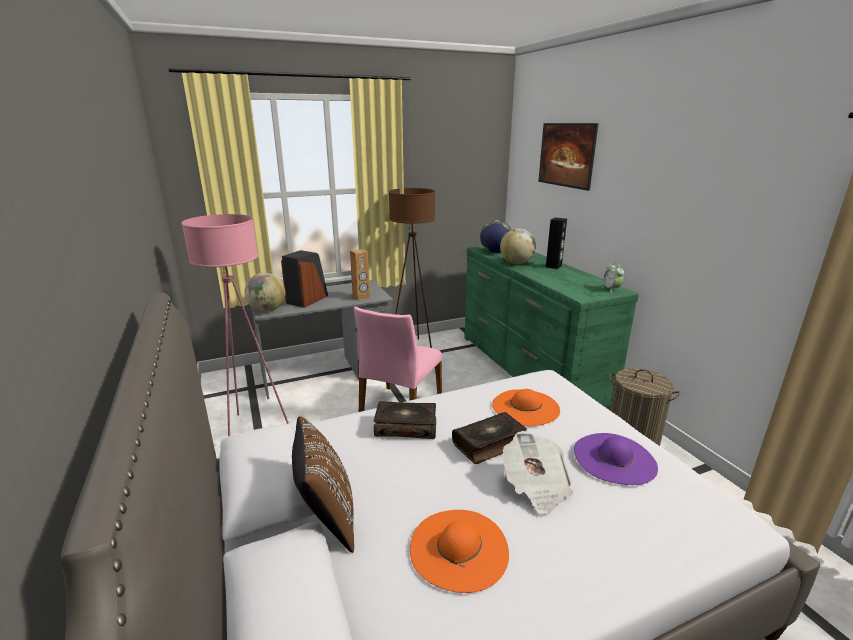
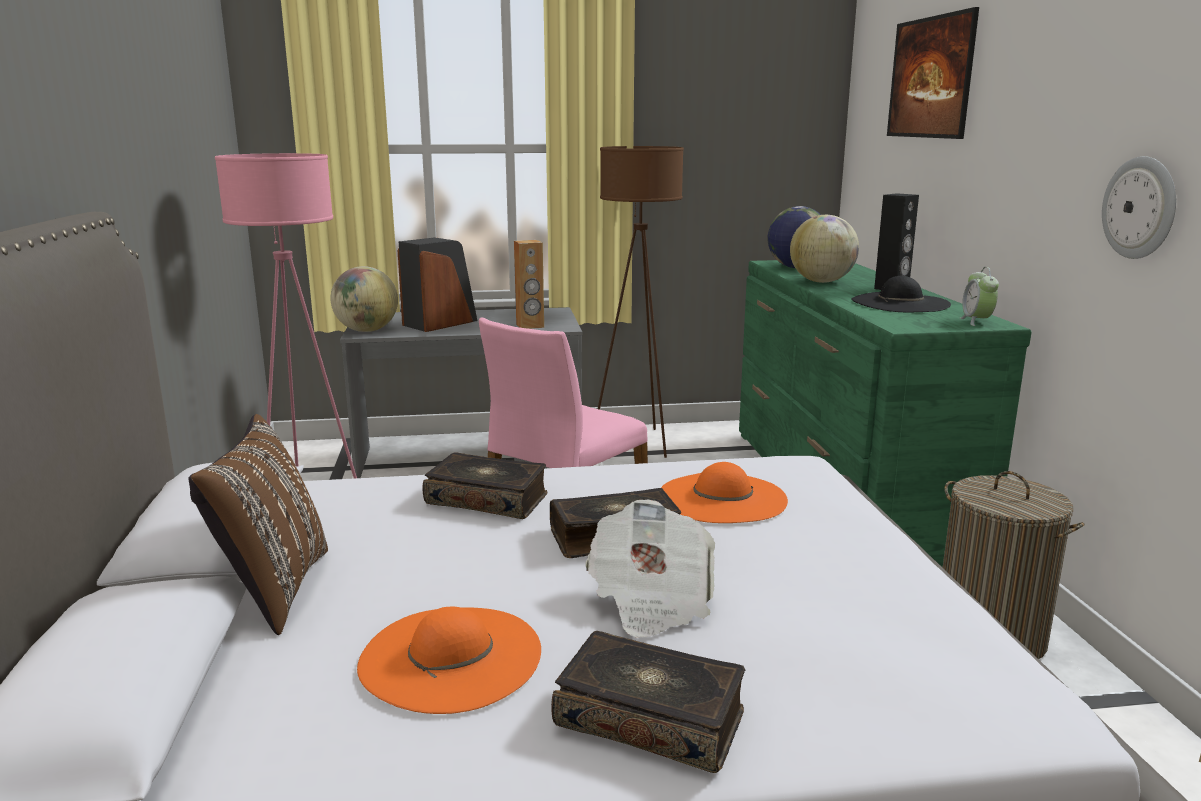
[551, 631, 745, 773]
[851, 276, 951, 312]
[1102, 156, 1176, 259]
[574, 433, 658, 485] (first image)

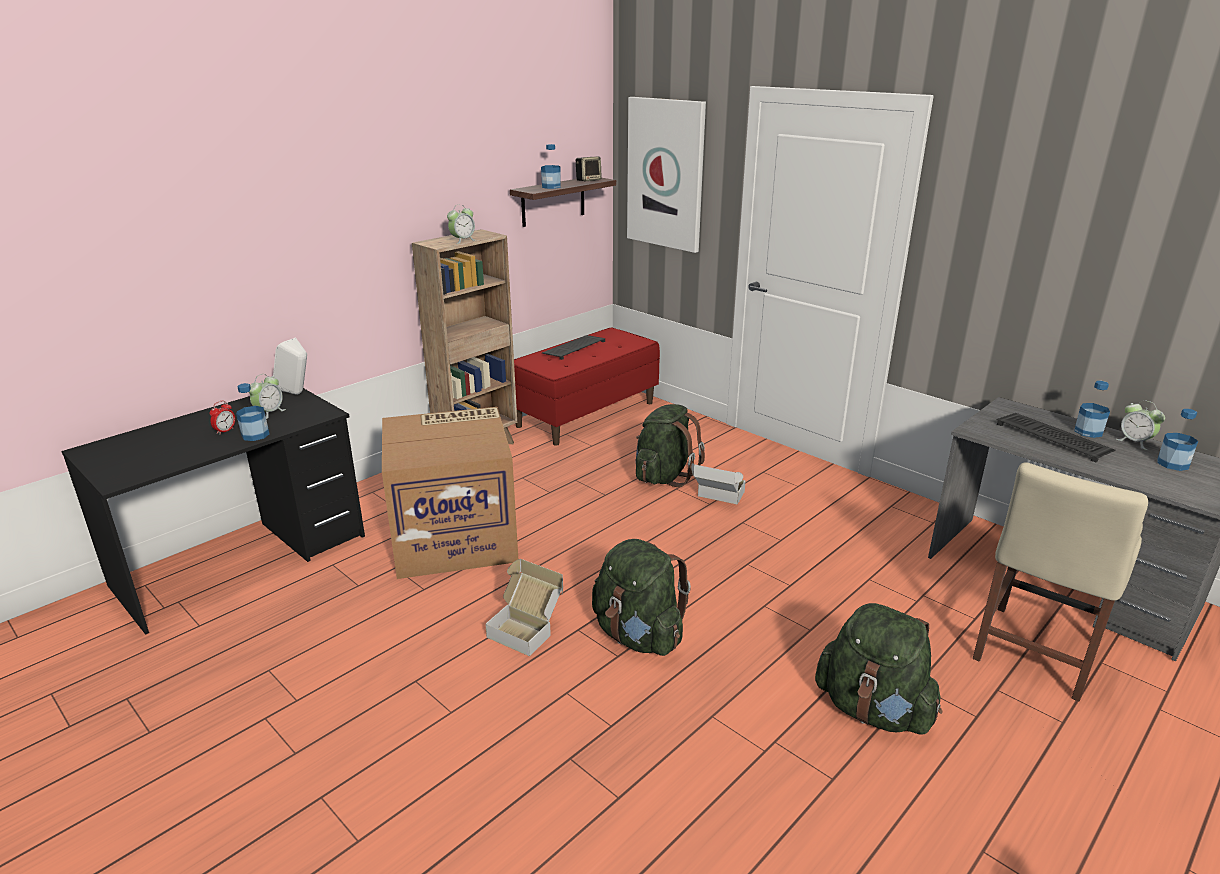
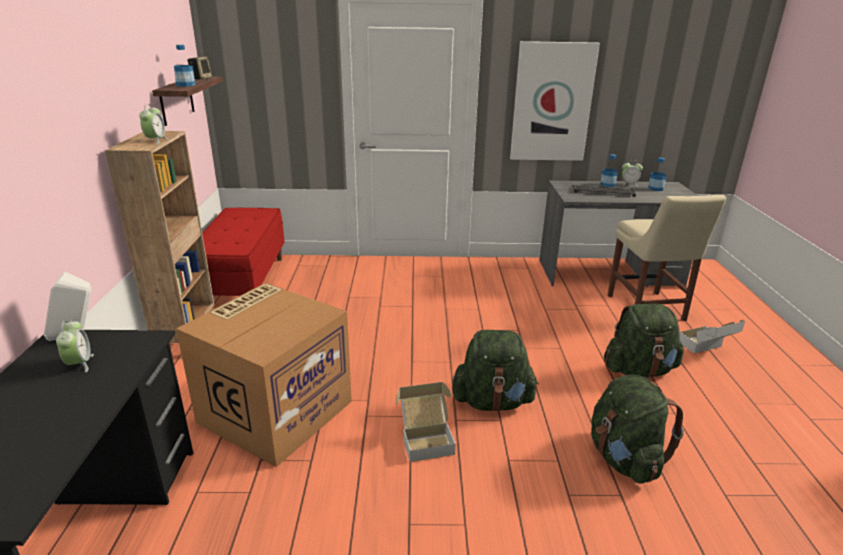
[510, 41, 600, 161]
[591, 375, 684, 484]
[679, 320, 745, 354]
[210, 401, 235, 434] (first image)
[236, 383, 270, 441] (first image)
[542, 335, 605, 360] (first image)

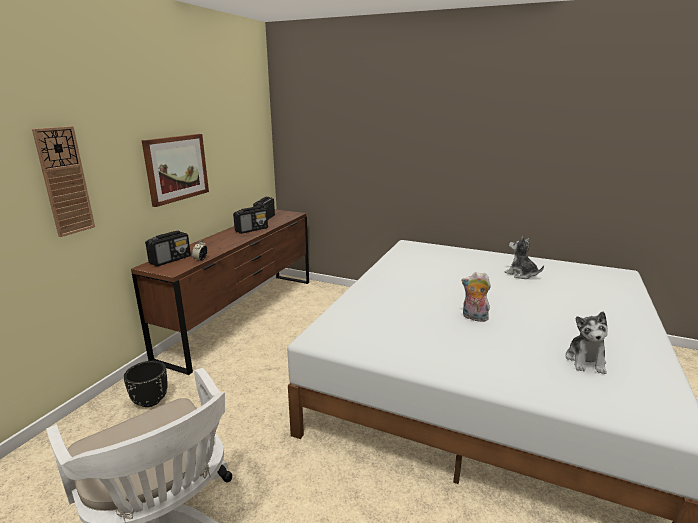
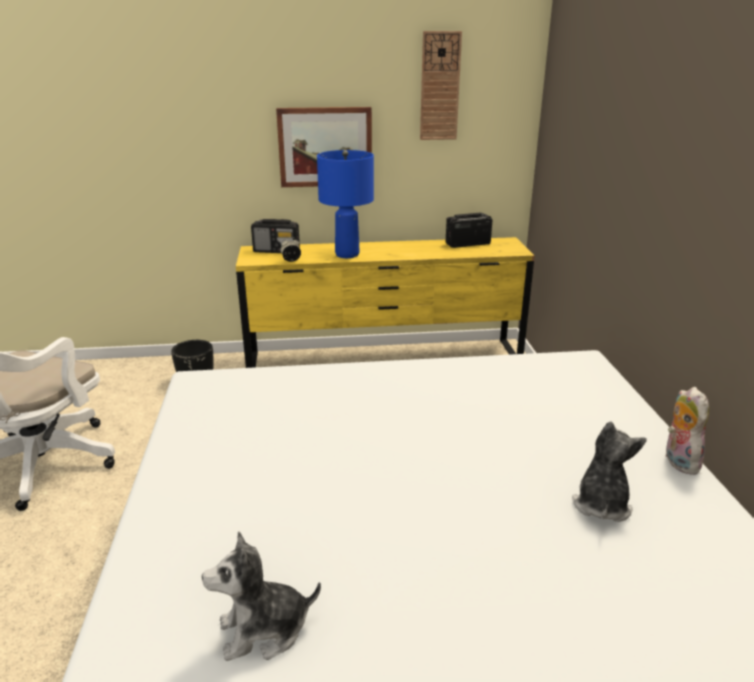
[236, 237, 535, 368]
[317, 150, 374, 258]
[420, 31, 462, 140]
[666, 387, 709, 475]
[233, 206, 268, 234] (first image)

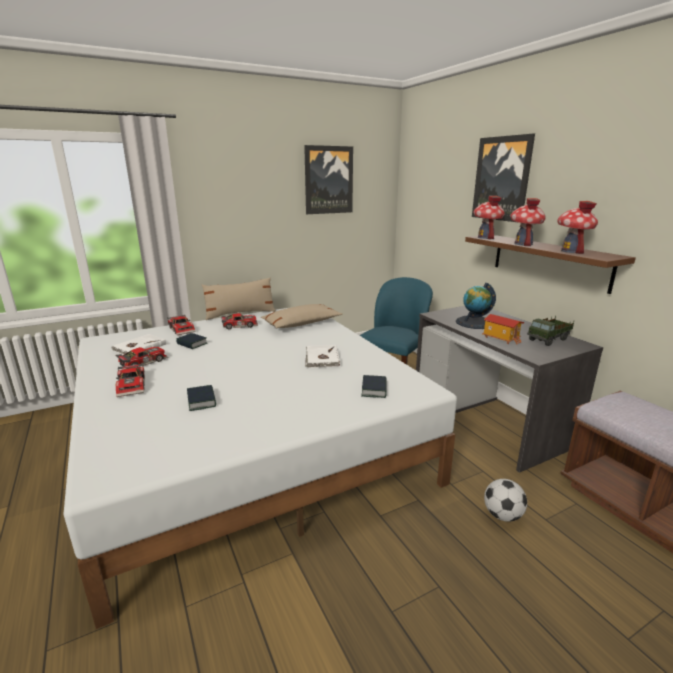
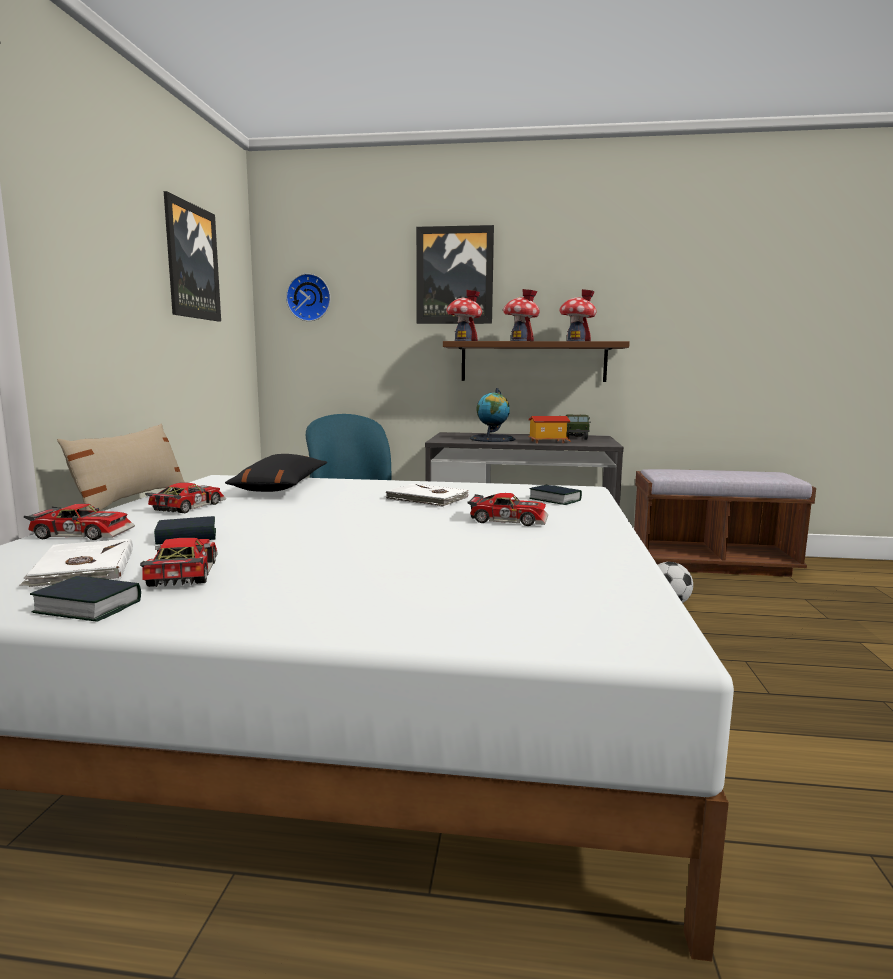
[30, 576, 141, 622]
[225, 454, 327, 492]
[286, 273, 331, 321]
[467, 493, 548, 526]

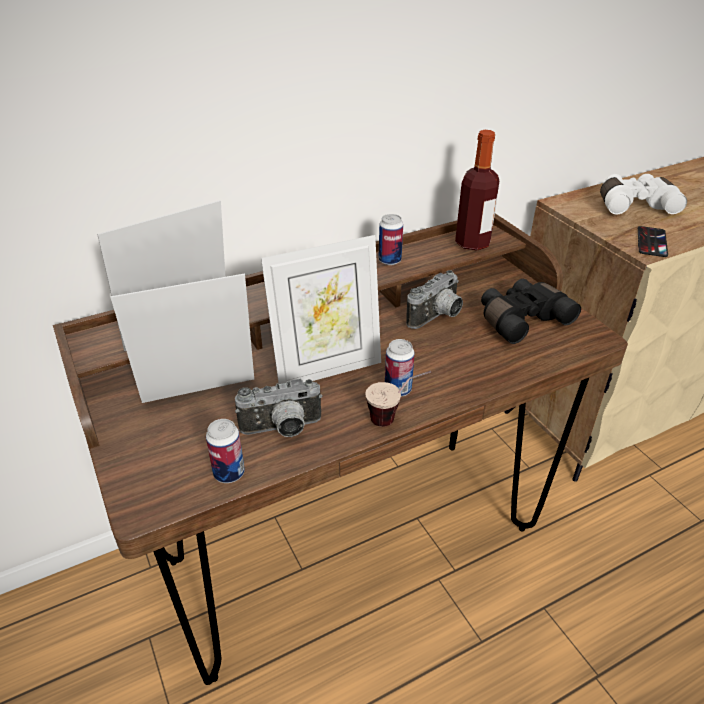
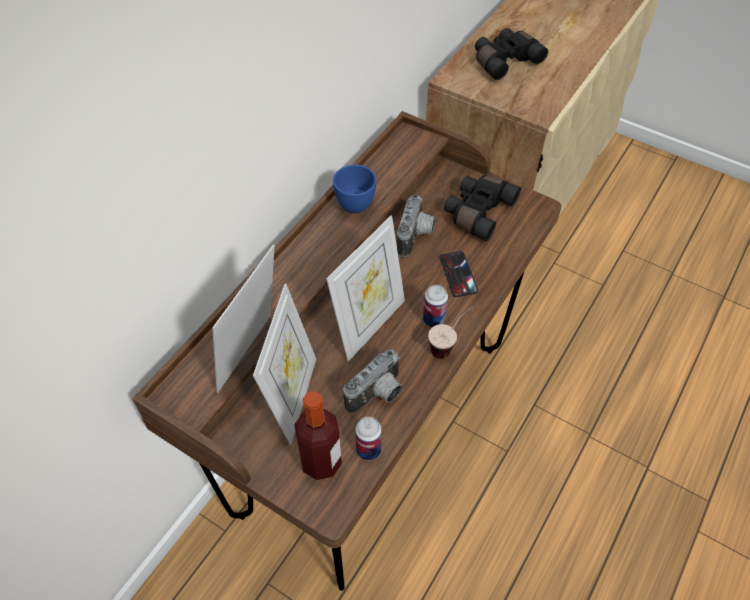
[253, 283, 316, 445]
[294, 391, 342, 480]
[333, 165, 376, 213]
[440, 251, 478, 297]
[475, 28, 548, 80]

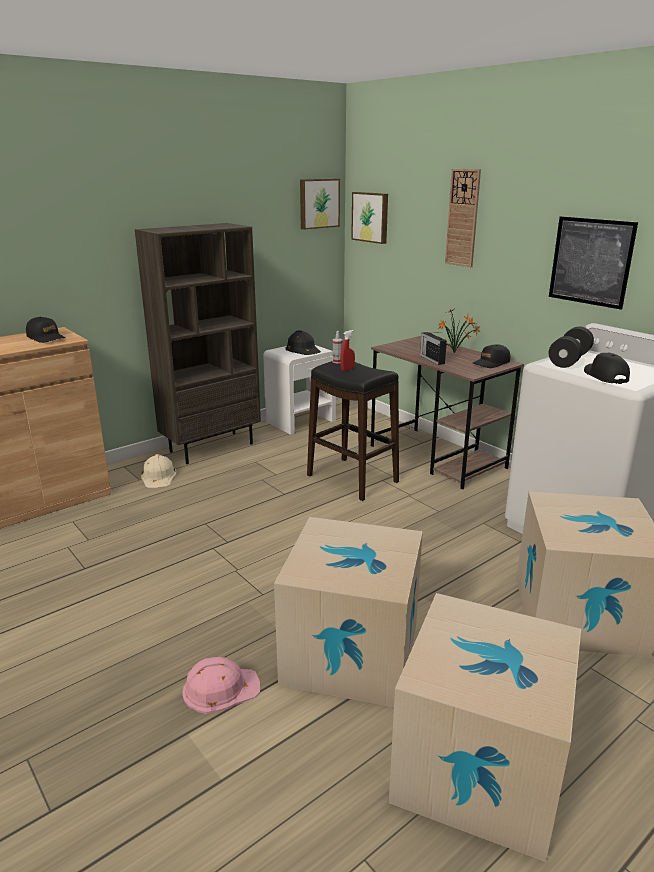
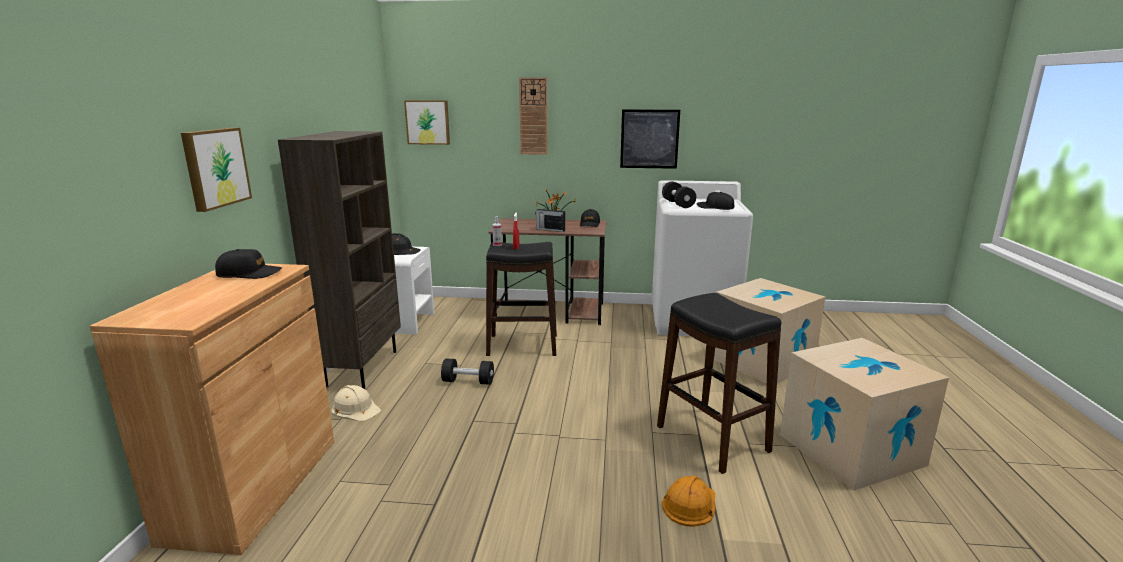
[181, 128, 252, 212]
[441, 359, 494, 385]
[657, 293, 781, 474]
[662, 476, 715, 527]

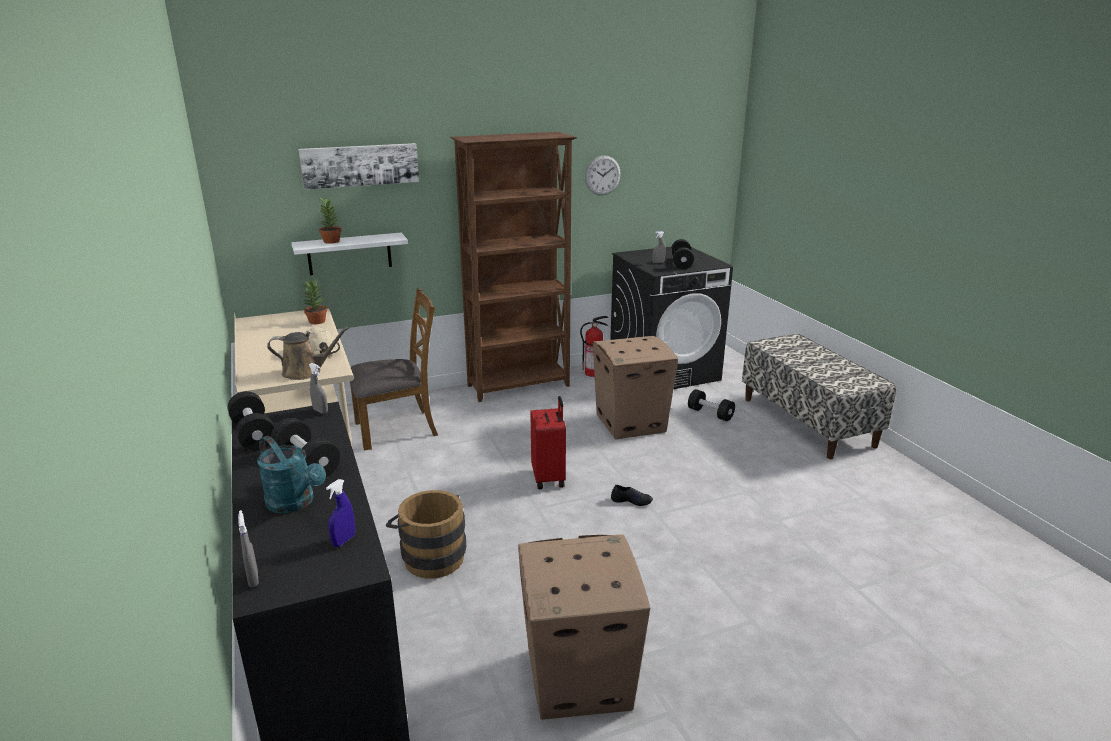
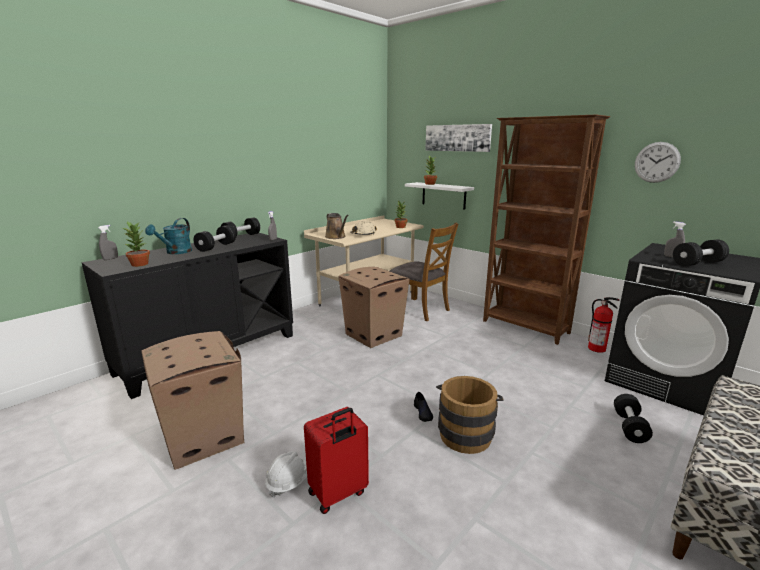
[123, 222, 150, 267]
[265, 451, 307, 498]
[304, 407, 369, 514]
[338, 267, 410, 348]
[436, 376, 504, 454]

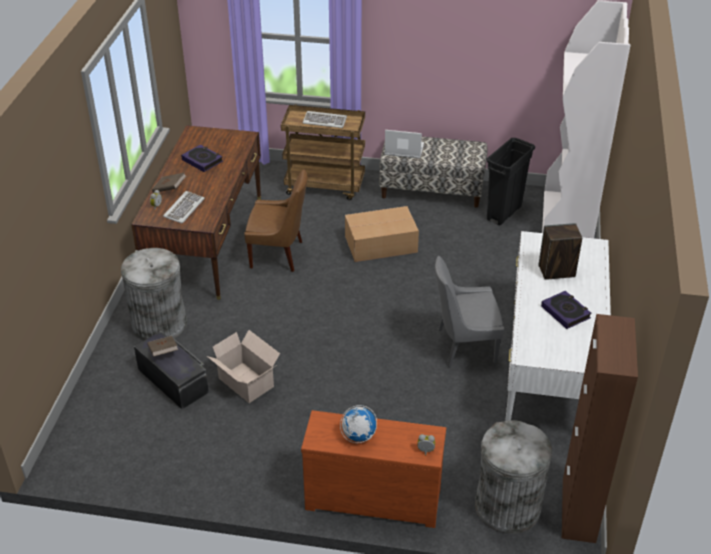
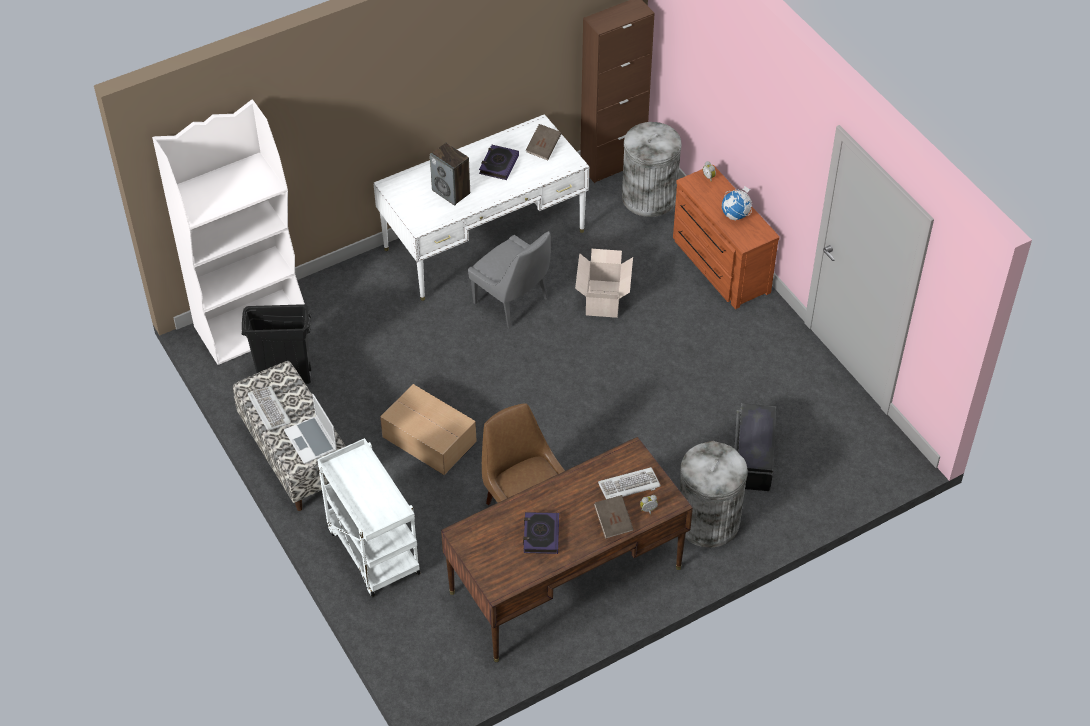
[247, 386, 291, 431]
[317, 438, 420, 597]
[526, 124, 562, 160]
[575, 249, 633, 318]

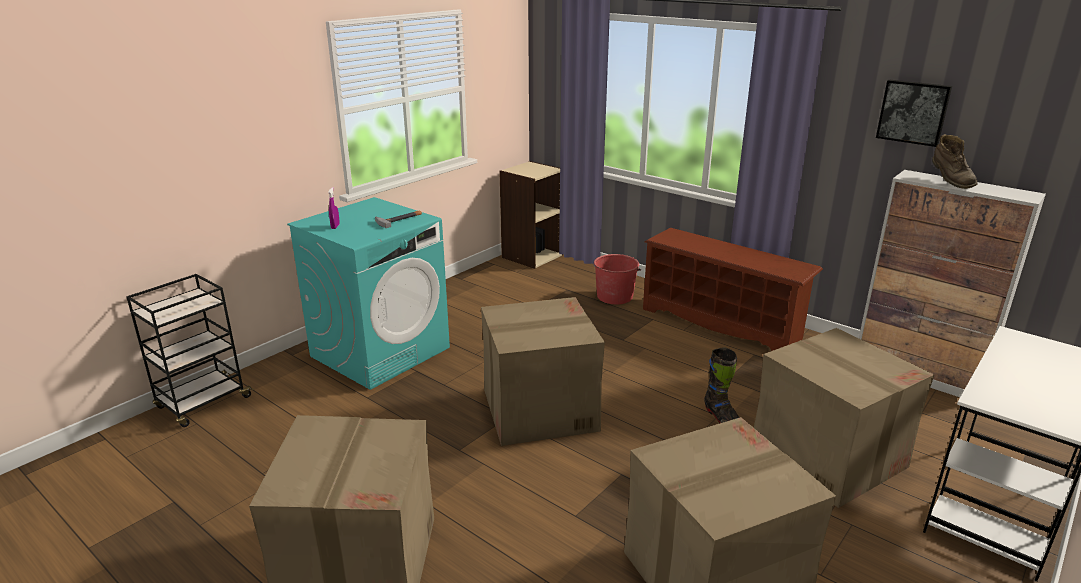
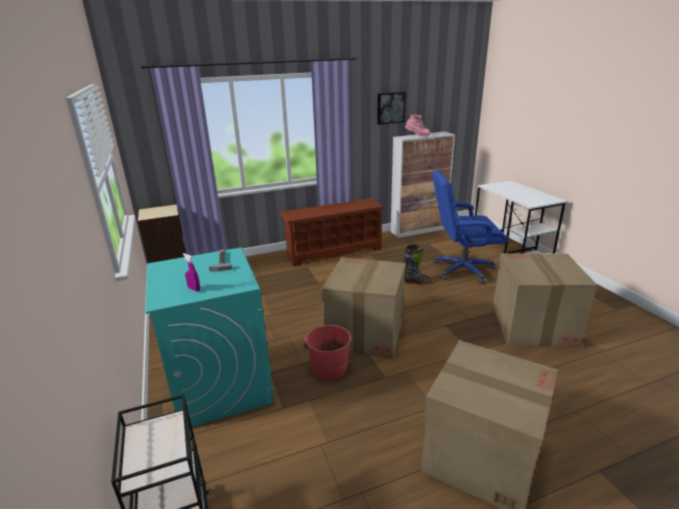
[304, 325, 351, 380]
[405, 114, 431, 137]
[432, 170, 507, 283]

